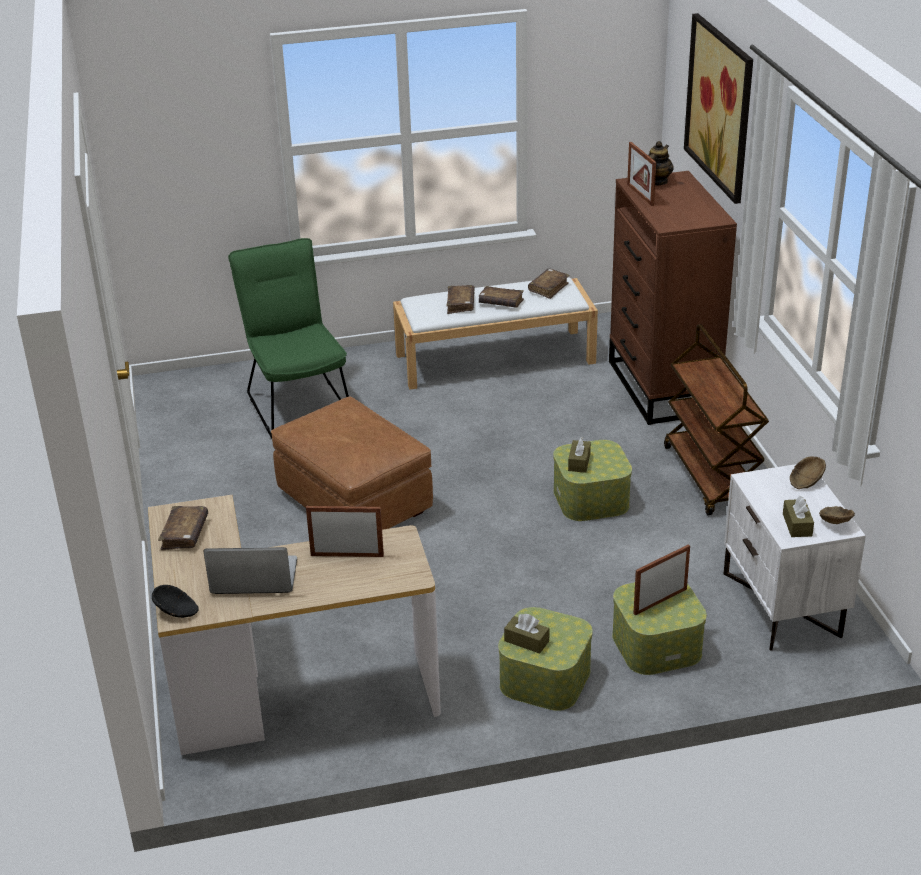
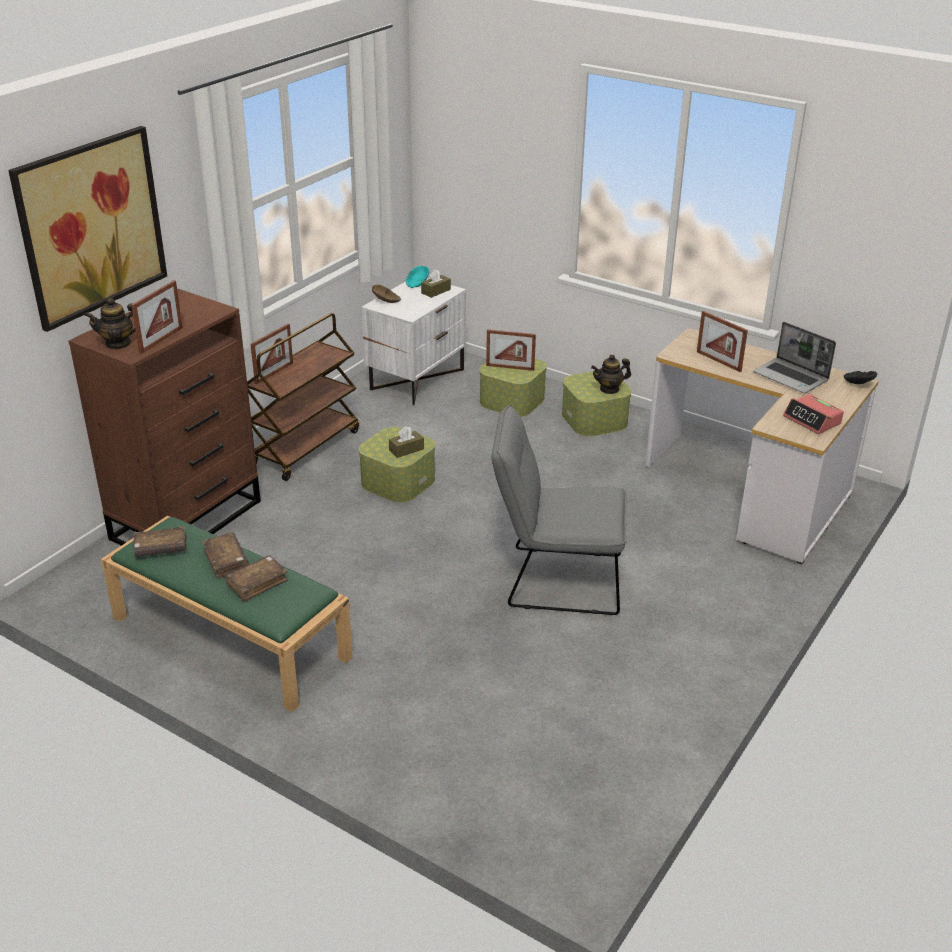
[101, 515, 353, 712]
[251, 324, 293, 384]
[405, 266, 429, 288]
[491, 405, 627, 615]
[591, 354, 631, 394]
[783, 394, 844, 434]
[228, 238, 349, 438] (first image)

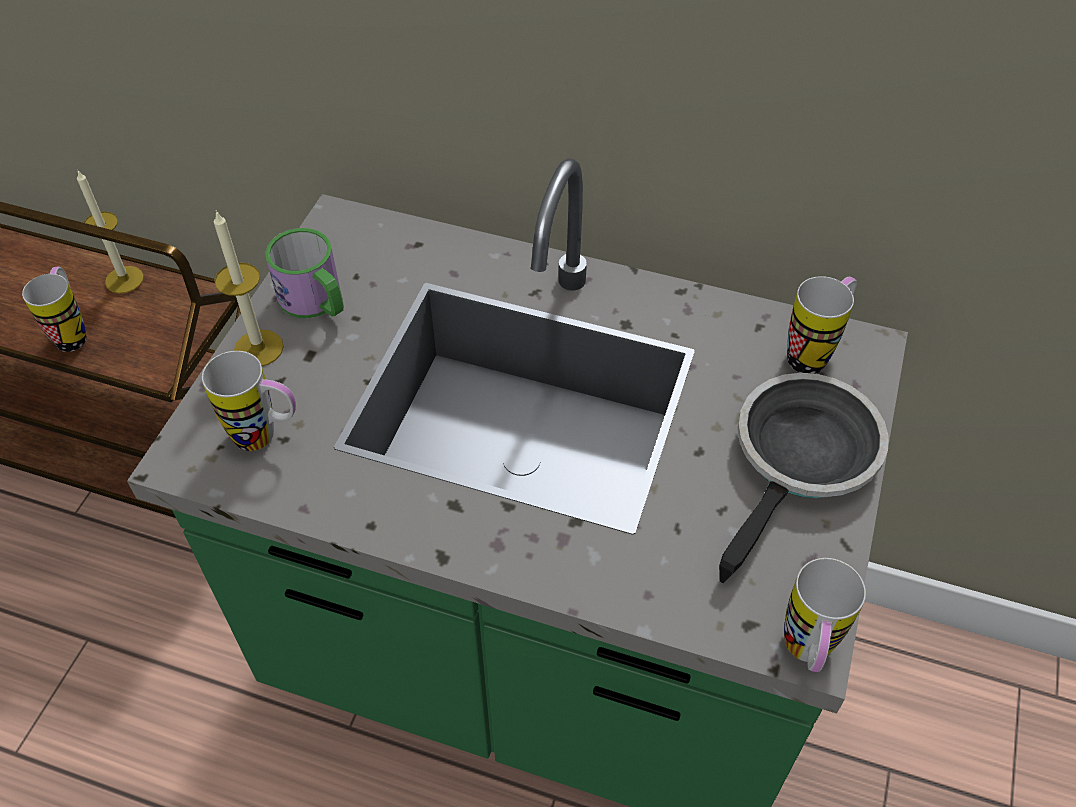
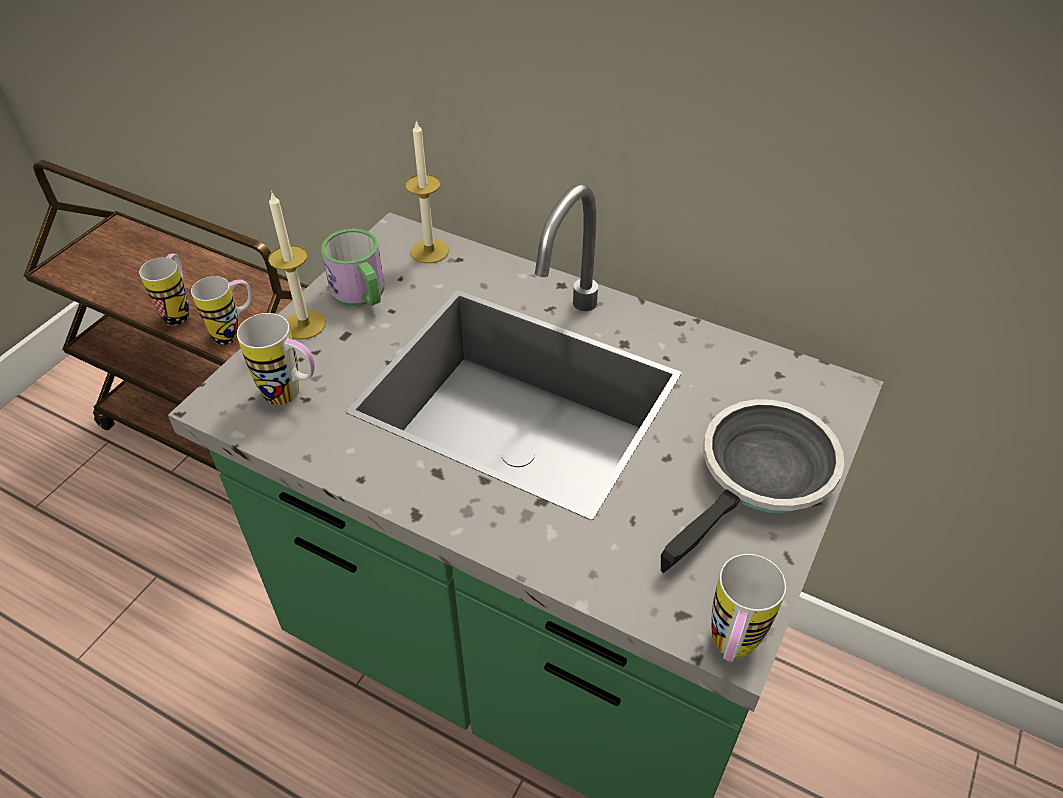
[191, 276, 252, 345]
[405, 120, 449, 263]

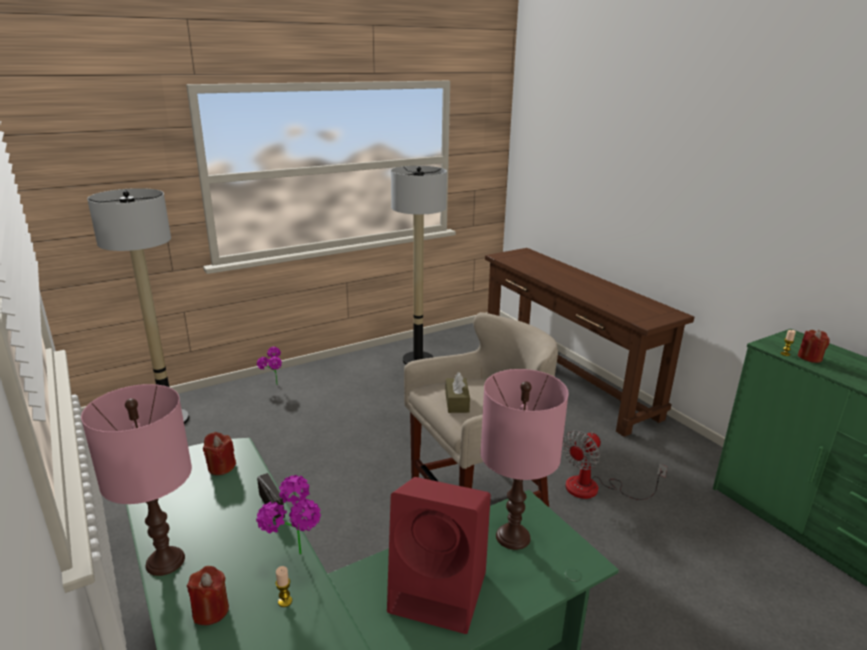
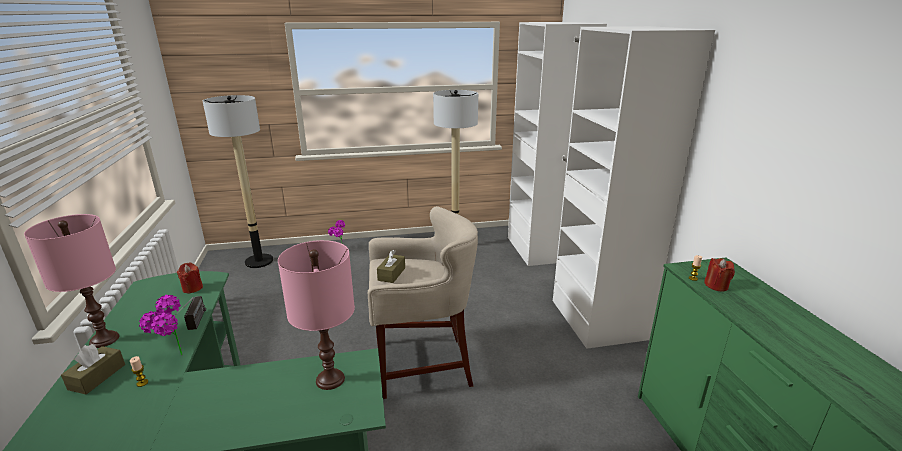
[61, 344, 125, 395]
[508, 22, 715, 349]
[387, 477, 491, 634] (first image)
[562, 431, 667, 500] (first image)

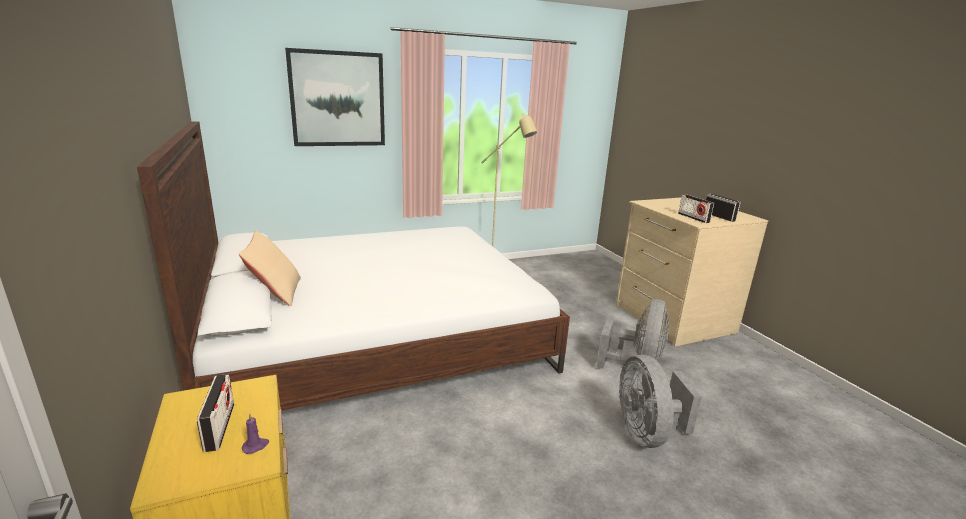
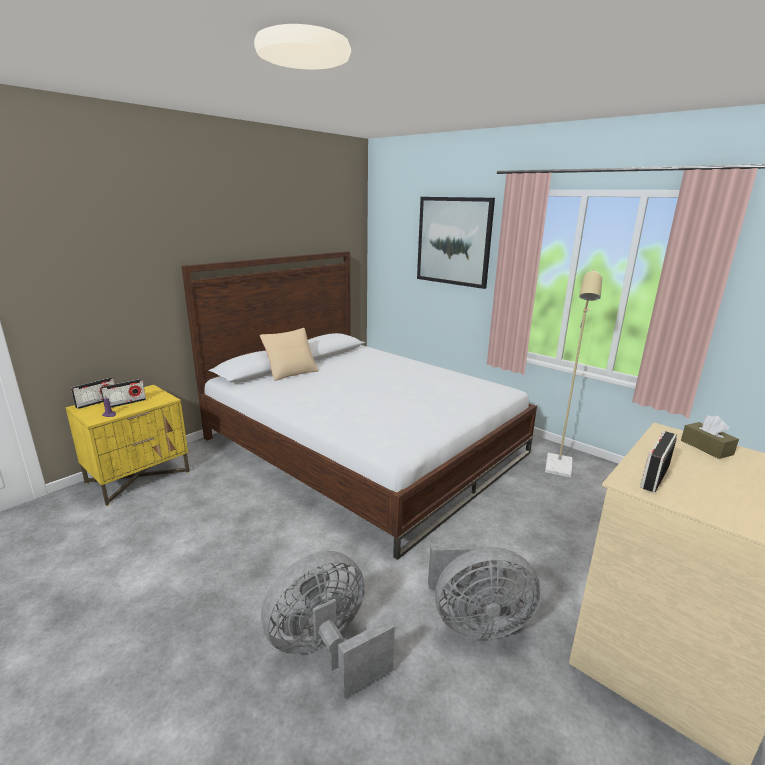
[71, 378, 115, 409]
[681, 416, 739, 459]

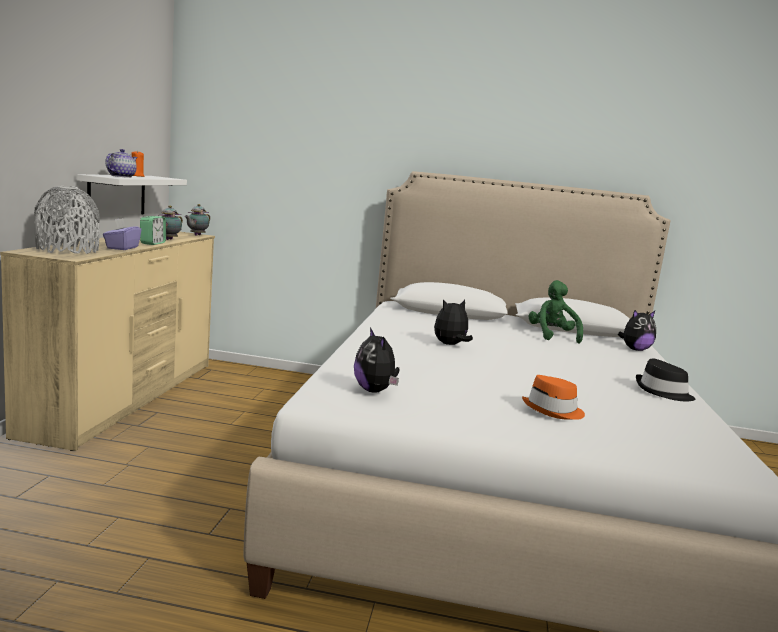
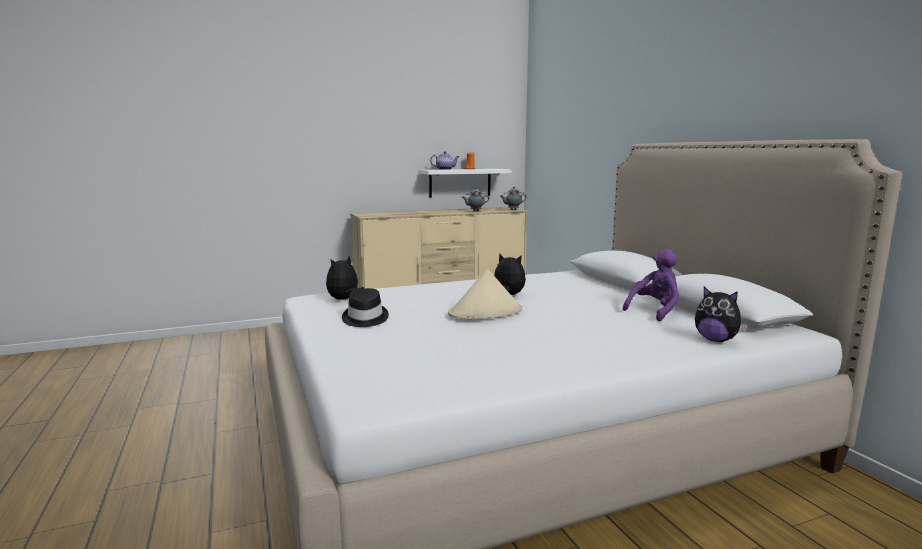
[342, 288, 389, 327]
[448, 268, 522, 319]
[623, 249, 679, 321]
[34, 186, 100, 254] (first image)
[103, 218, 141, 250] (first image)
[140, 216, 166, 245] (first image)
[522, 375, 585, 420] (first image)

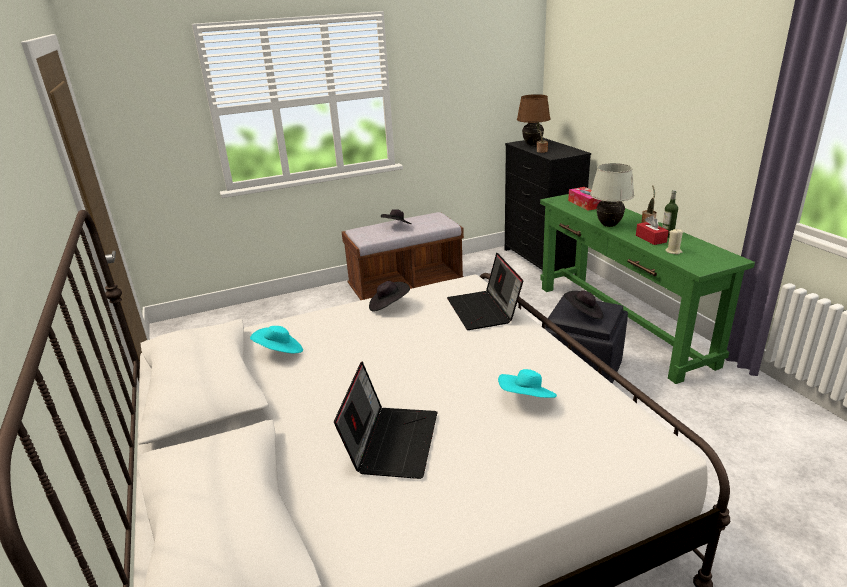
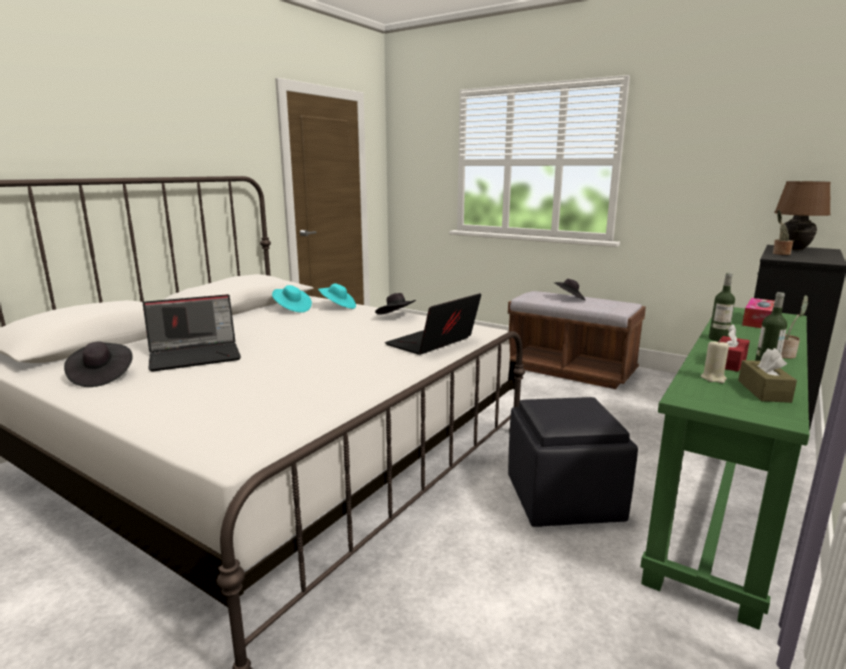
[64, 342, 133, 387]
[318, 283, 356, 309]
[709, 273, 735, 341]
[738, 348, 797, 403]

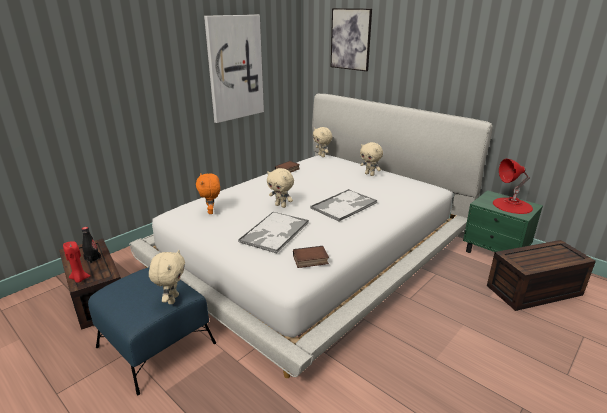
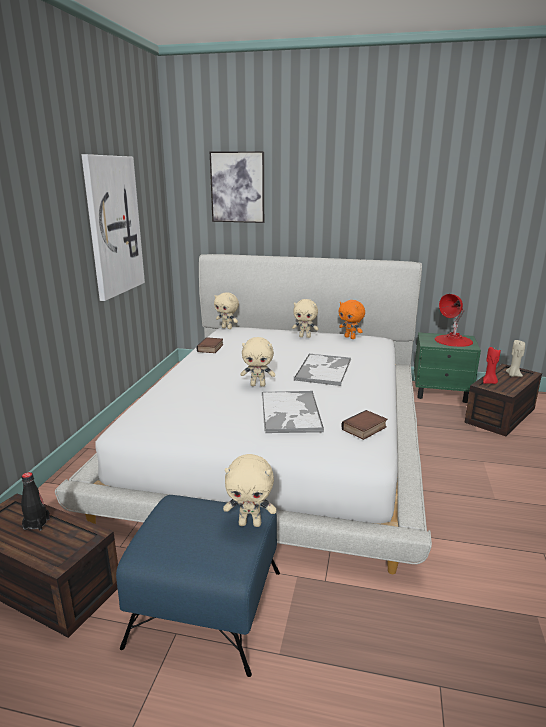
[223, 454, 276, 527]
[338, 300, 365, 339]
[483, 347, 501, 384]
[506, 340, 525, 377]

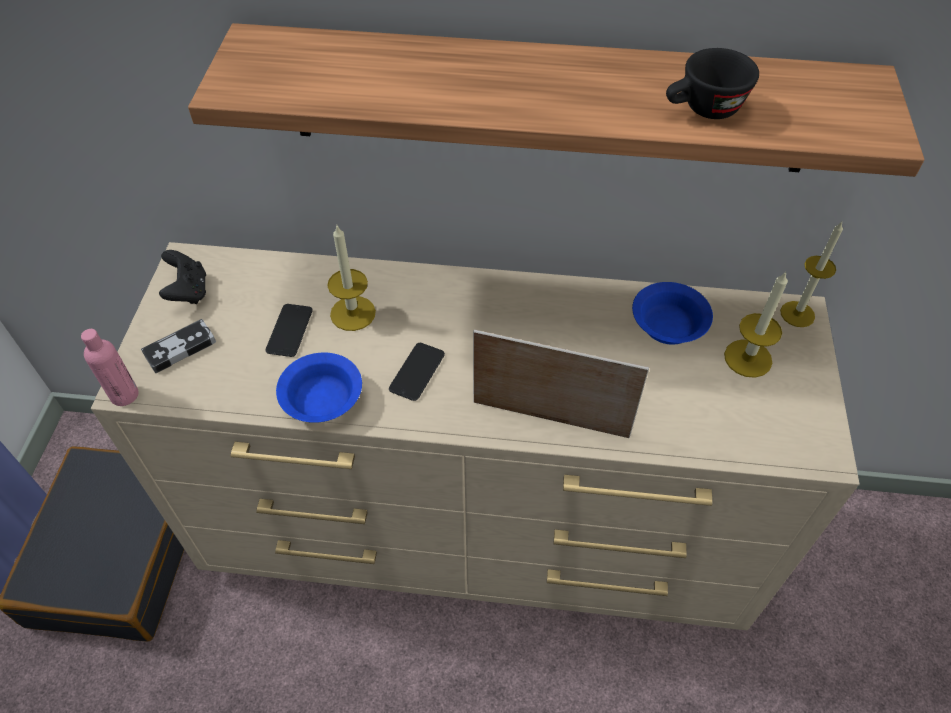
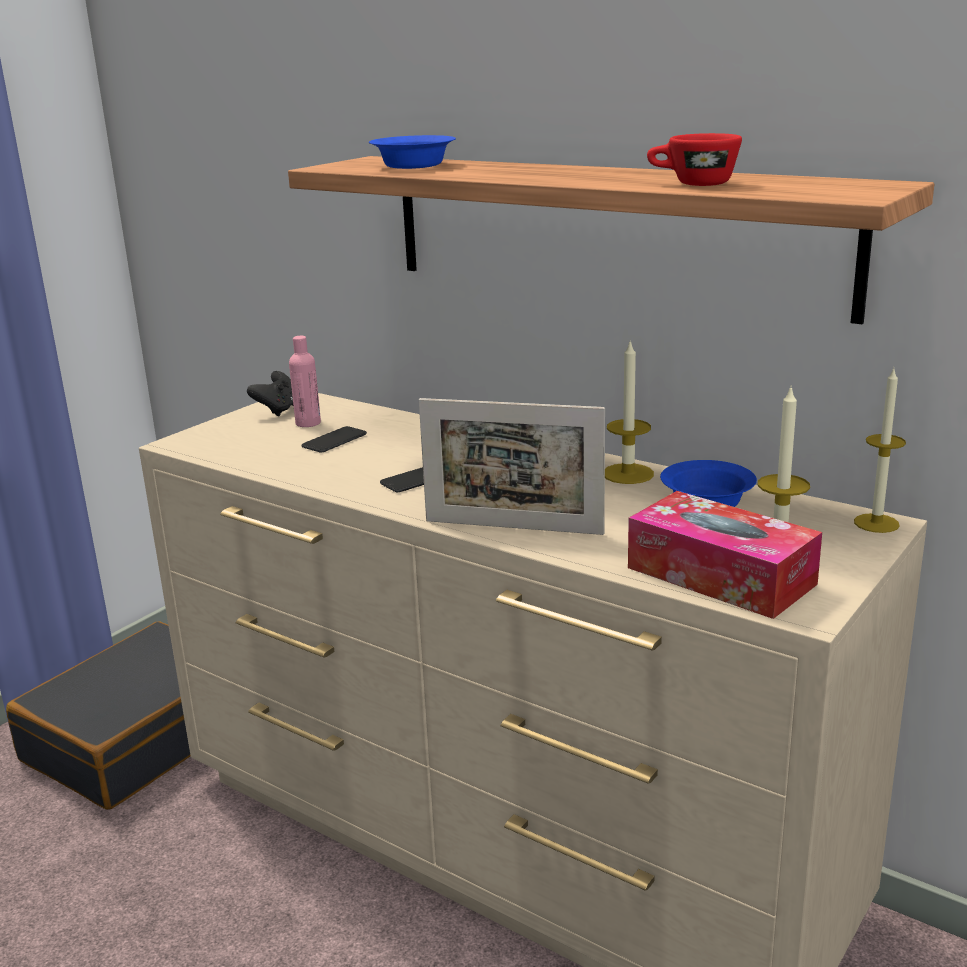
[289, 336, 321, 427]
[369, 135, 456, 169]
[419, 398, 605, 535]
[605, 339, 654, 484]
[628, 491, 822, 619]
[647, 133, 742, 186]
[141, 319, 216, 373] (first image)

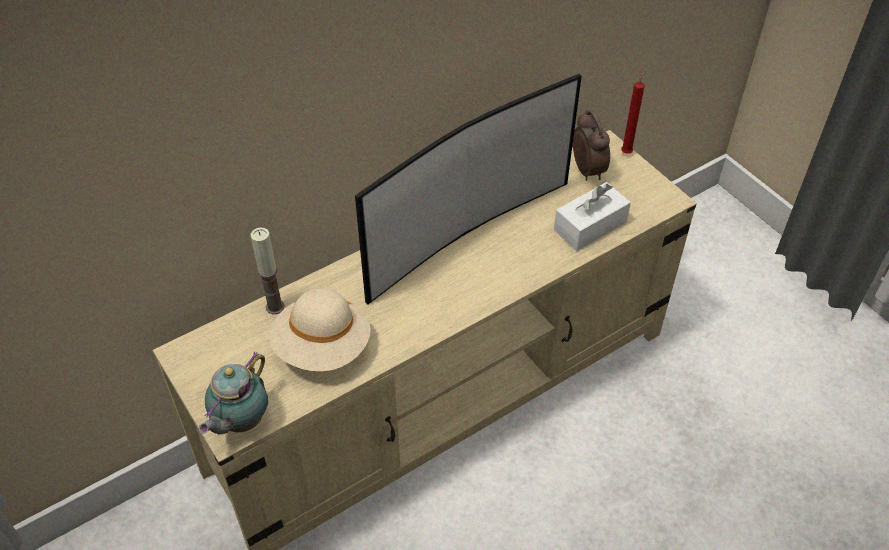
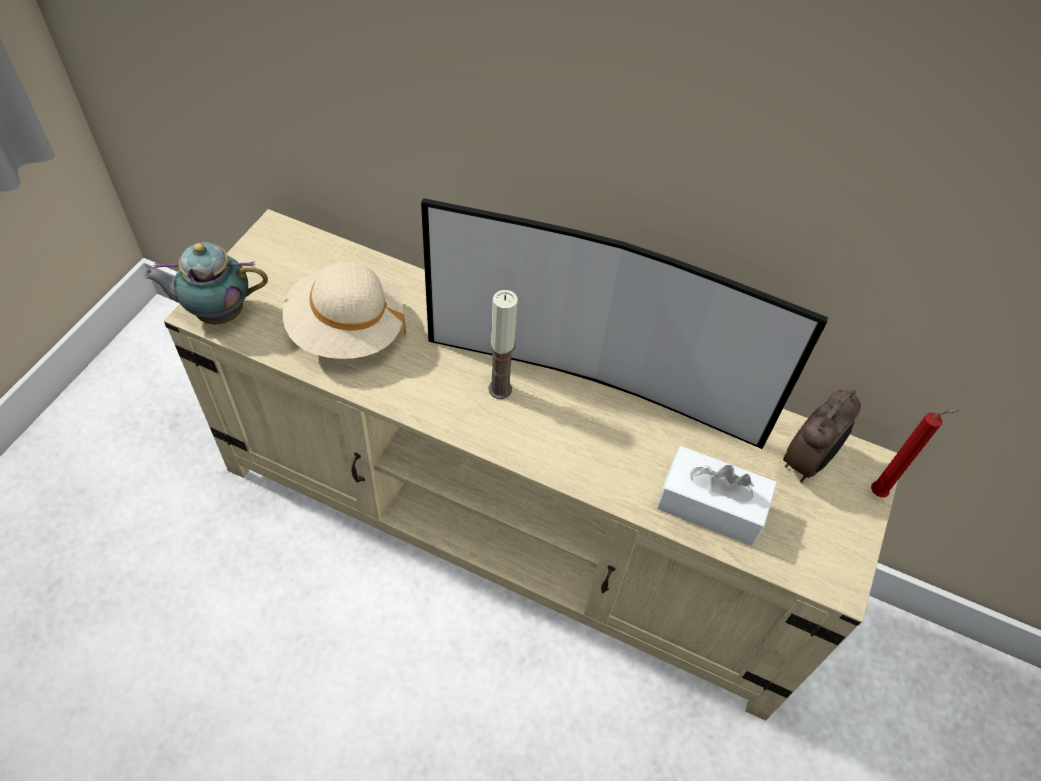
[488, 290, 518, 399]

